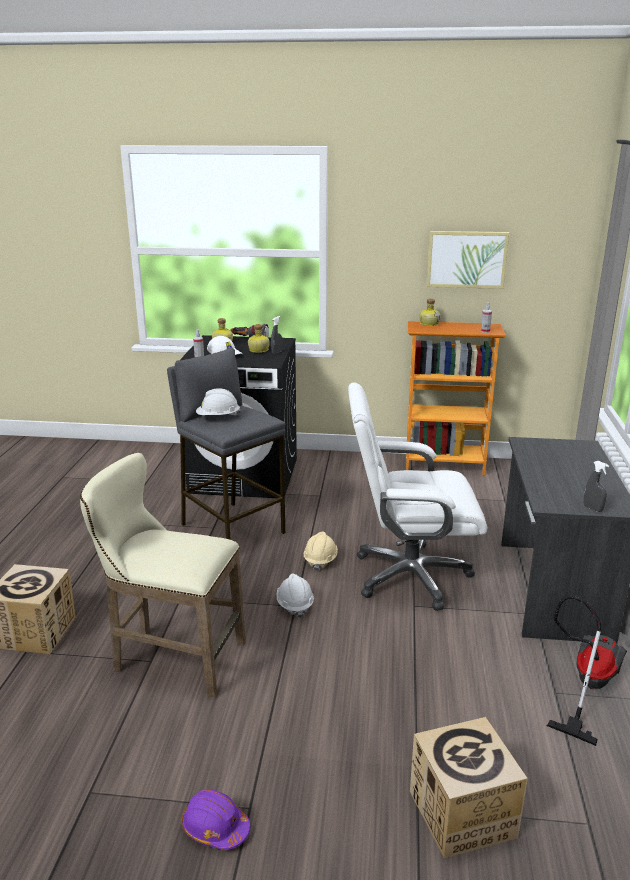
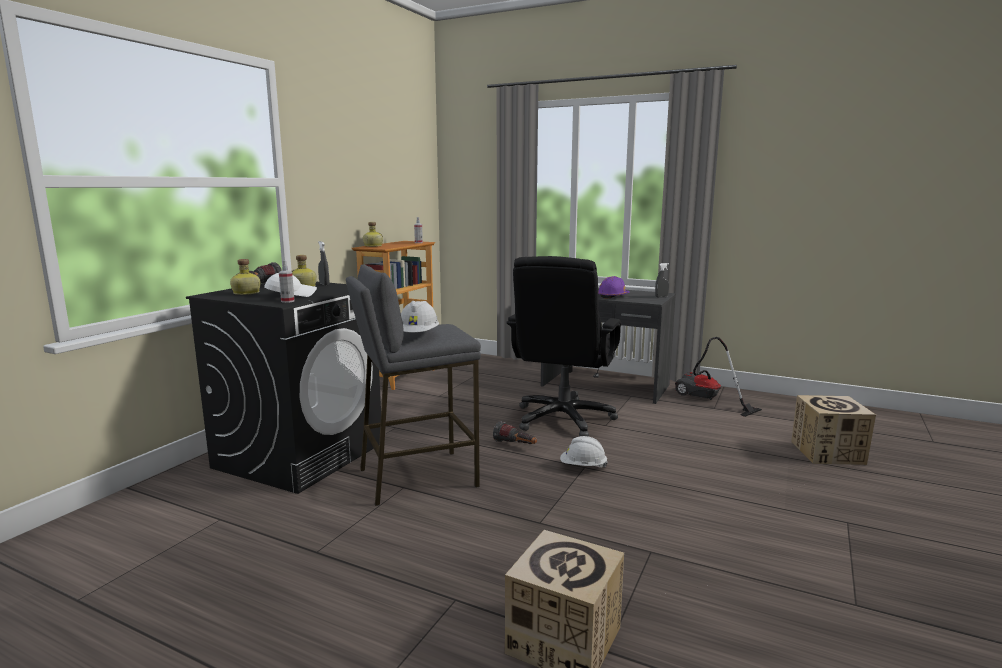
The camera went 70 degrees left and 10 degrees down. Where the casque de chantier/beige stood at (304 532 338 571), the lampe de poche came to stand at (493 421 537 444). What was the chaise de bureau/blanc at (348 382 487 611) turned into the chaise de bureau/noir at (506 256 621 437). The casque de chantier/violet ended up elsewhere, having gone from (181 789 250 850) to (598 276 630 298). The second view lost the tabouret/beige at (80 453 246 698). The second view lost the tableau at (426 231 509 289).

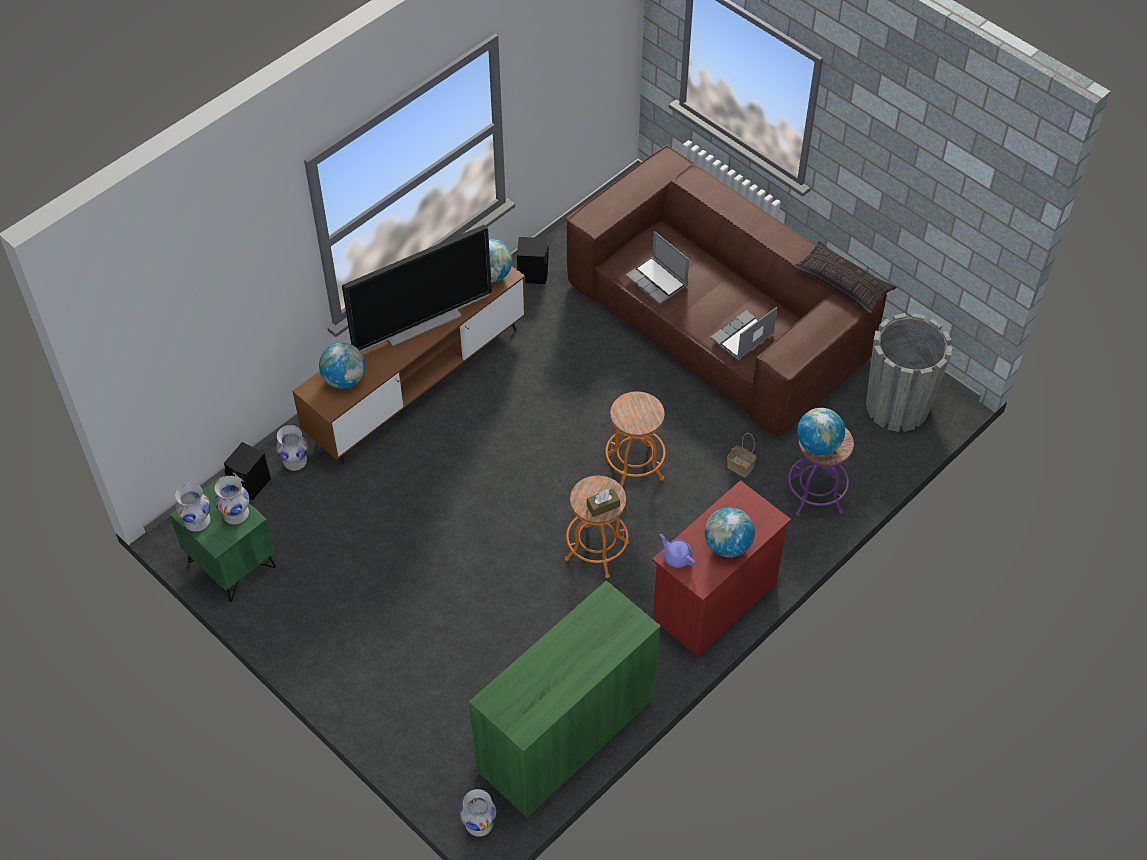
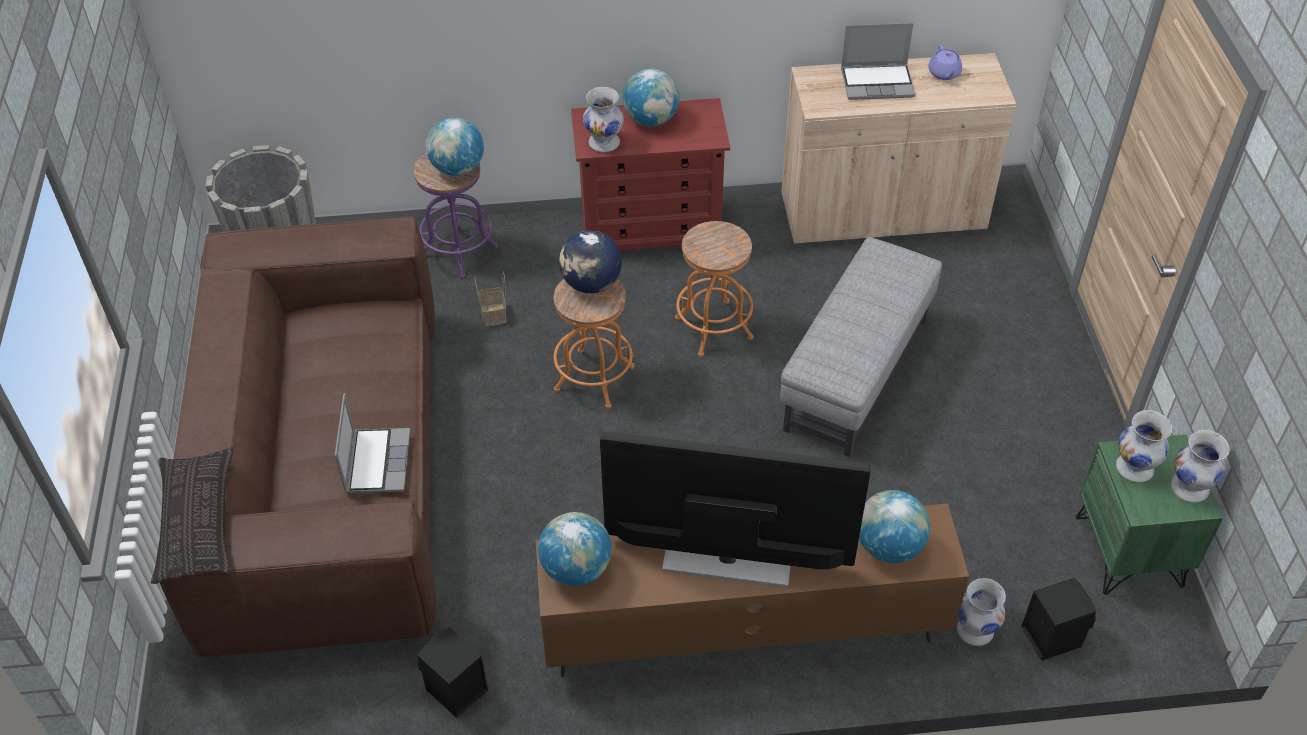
The camera went 140 degrees left and 5 degrees down. The coussin ended up elsewhere, having gone from (792 241 896 315) to (151 447 233 584). The second view gained the globe at (559 230 622 293). The vase/blanc ended up elsewhere, having gone from (460 789 496 837) to (583 87 624 152). The second view gained the pouf/gris at (780 237 942 457). What was the meuble de rangement/vert at (469 581 661 817) turned into the meuble de rangement/beige at (781 53 1016 244). The ordinateur portable ended up elsewhere, having gone from (710 307 777 360) to (841 23 915 100). The théière/violet ended up elsewhere, having gone from (660 534 695 568) to (928 45 962 80). The second view lost the boîte à mouchoirs/marron at (587 488 620 517).

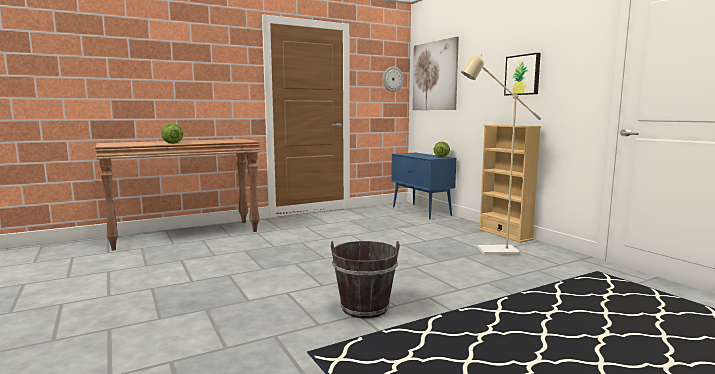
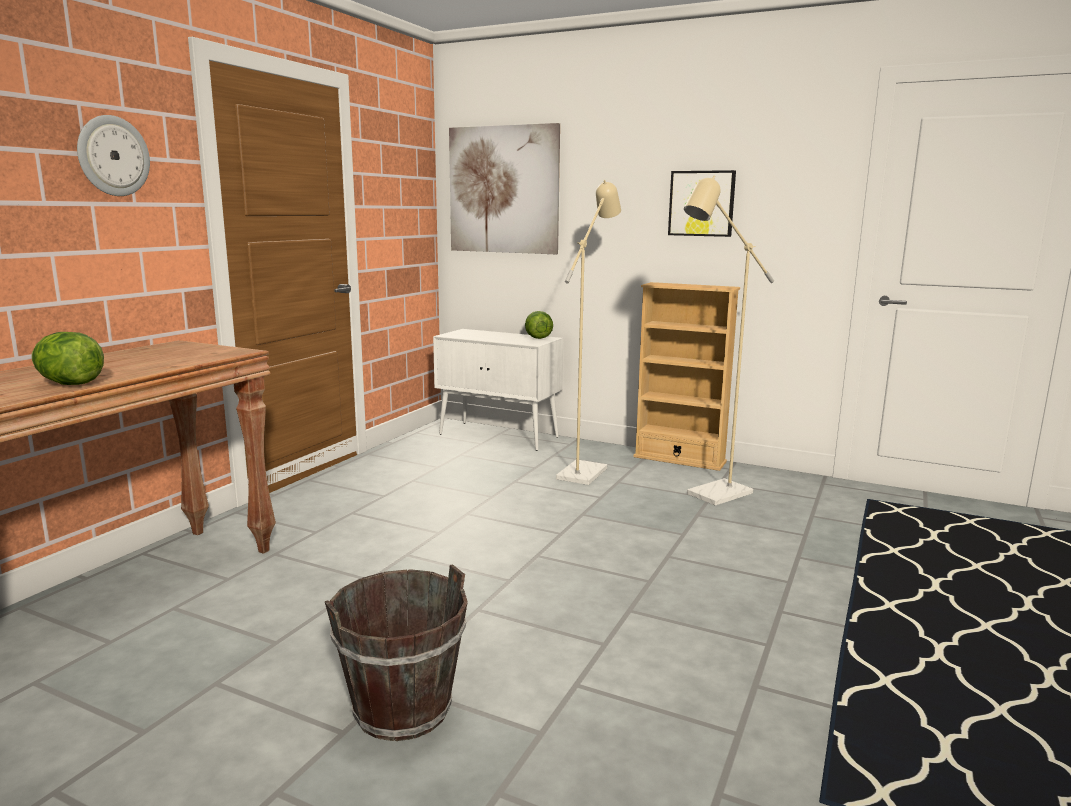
The camera went 35 degrees left and 5 degrees up. The horloge murale ended up elsewhere, having gone from (383 67 404 92) to (77 115 150 196). The seau/marron ended up elsewhere, having gone from (331 241 400 319) to (325 564 468 741). What was the meuble de rangement/bleu at (391 153 456 220) turned into the meuble de rangement/blanc at (433 329 563 451). The second view gained the lampadaire/beige at (556 180 621 485).

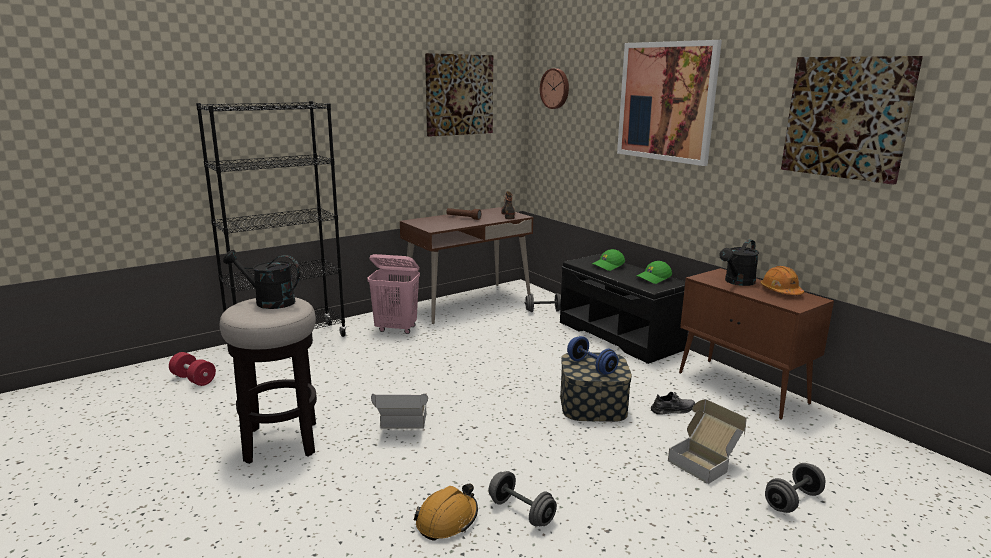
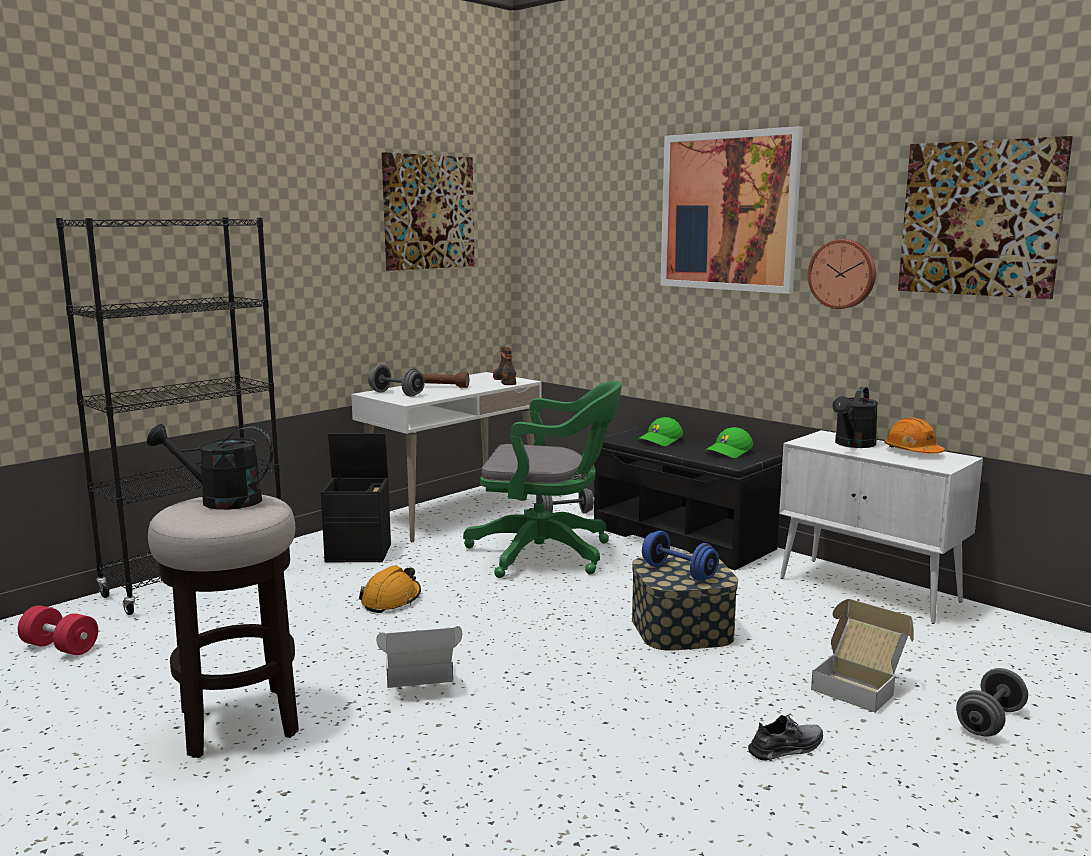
The camera went 10 degrees left and 5 degrees down. Where the panier à linge/rose stood at (367 254 420 334), the boîte de rangement/noir came to stand at (321 433 391 562). What was the bureau/marron at (400 207 533 324) turned into the bureau/blanc at (351 372 542 542). The casque de chantier/orange ended up elsewhere, having gone from (414 483 478 541) to (359 566 421 613). The haltère/gris ended up elsewhere, having gone from (489 471 557 526) to (368 365 425 397). The second view gained the chaise de bureau/vert at (463 381 622 578). The chaussure/gris ended up elsewhere, having gone from (651 392 695 415) to (748 715 823 761). What was the meuble de rangement/marron at (679 268 834 420) turned into the meuble de rangement/blanc at (779 430 983 624). The horloge murale ended up elsewhere, having gone from (540 68 569 109) to (808 239 876 309).

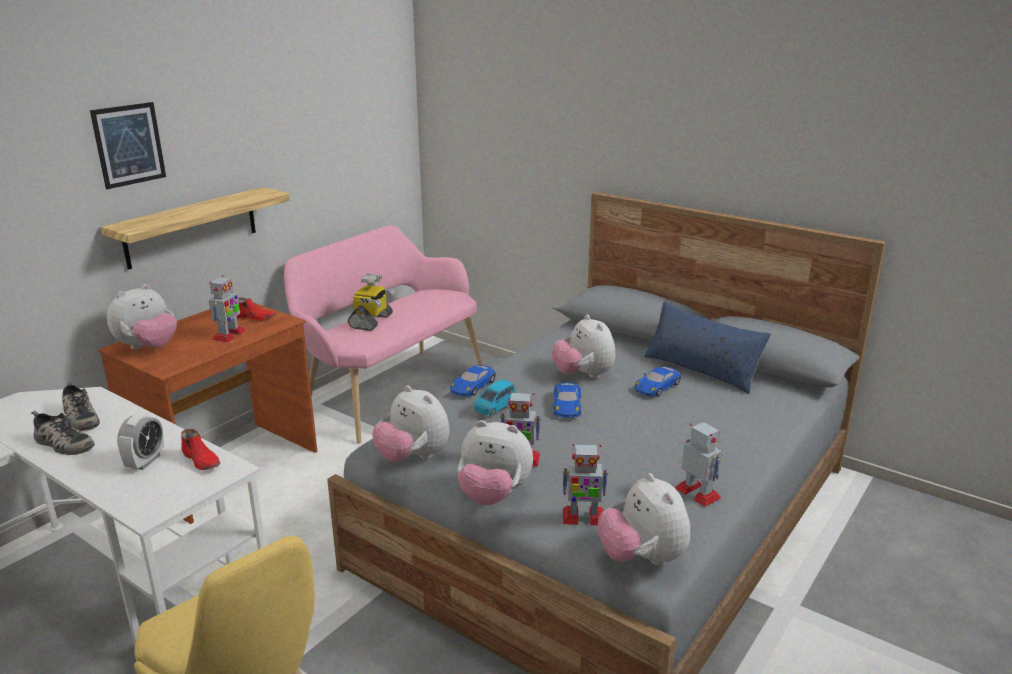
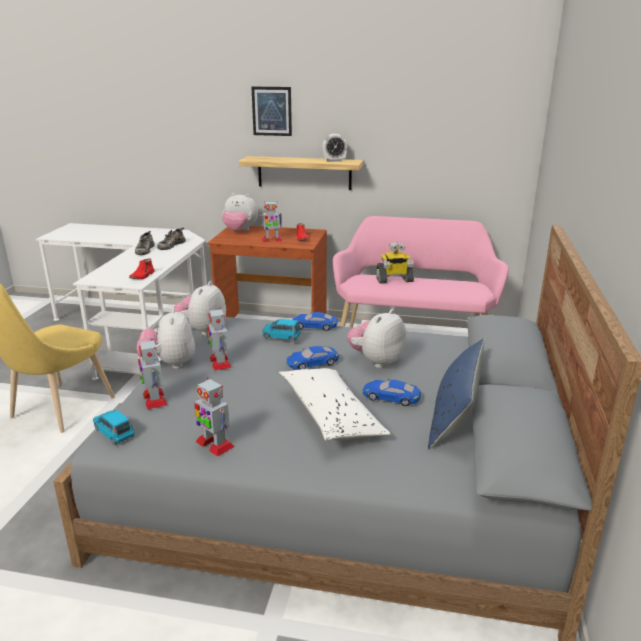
The camera went 65 degrees right and 0 degrees up. Where the peluche stood at (597 473 690 566), the petite voiture/bleu came to stand at (93 410 134 445). The robot jouet at (675 422 723 507) ended up facing another way, 105 degrees clockwise from before. The second view gained the coussin/blanc at (279 368 391 441). The réveil ended up elsewhere, having gone from (117 413 164 470) to (323 134 347 162).

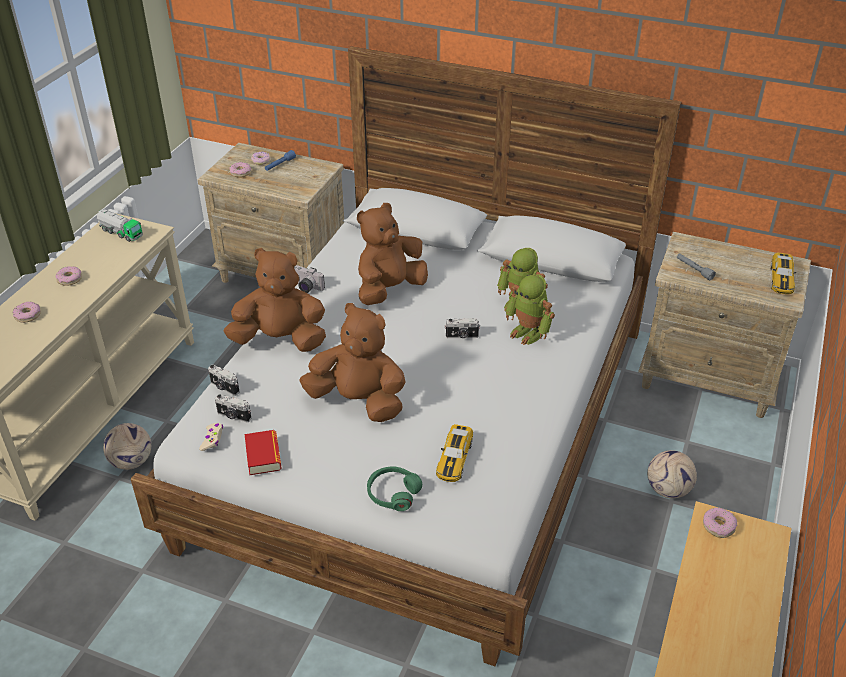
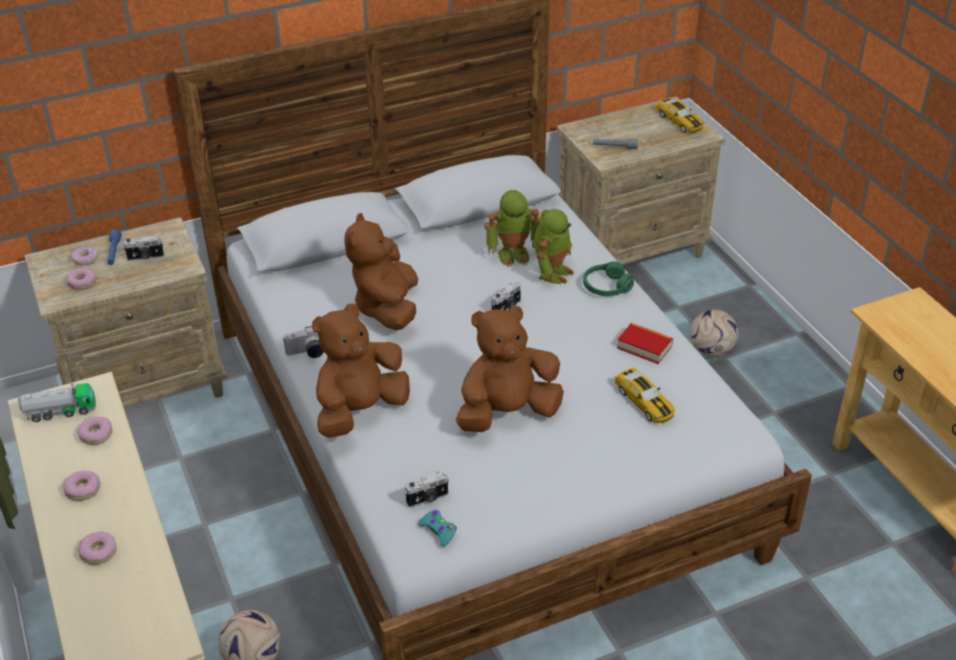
The camera went 45 degrees left and 0 degrees up. The beignet ended up elsewhere, having gone from (703 507 737 538) to (77 417 112 445). The appareil photo ended up elsewhere, having gone from (208 364 240 396) to (123 236 164 261). What was the manette/beige at (199 423 223 451) turned into the manette/turquoise at (418 510 457 547). The robot jouet at (505 274 555 345) ended up facing another way, 60 degrees counterclockwise from before. The casque audio/vert ended up elsewhere, having gone from (367 467 422 511) to (583 261 634 296). The livre ended up elsewhere, having gone from (245 430 282 475) to (617 323 673 364).

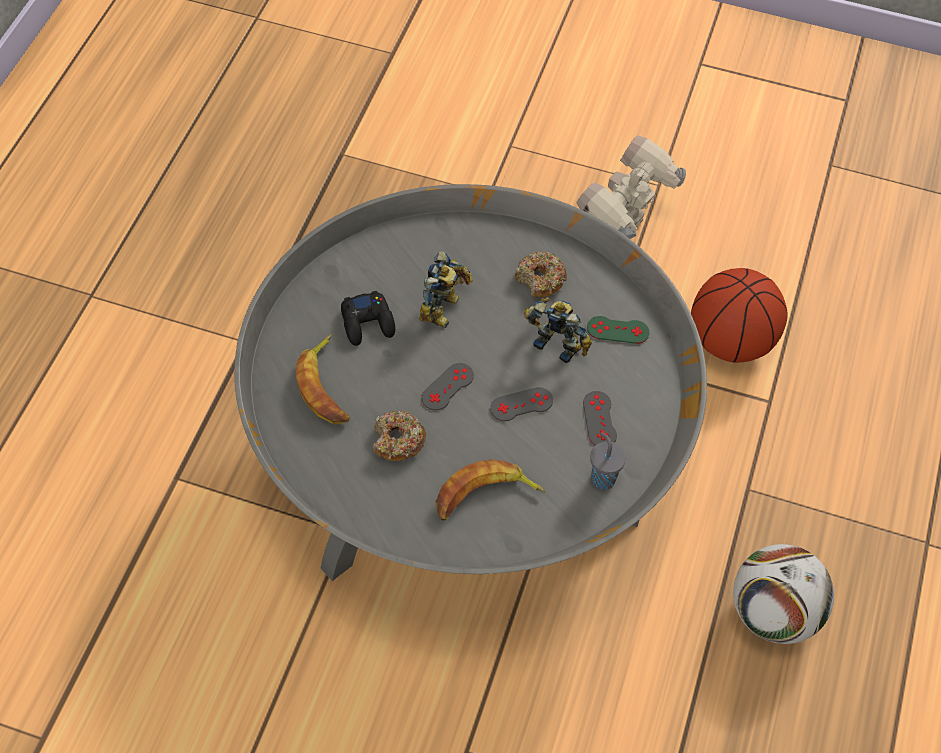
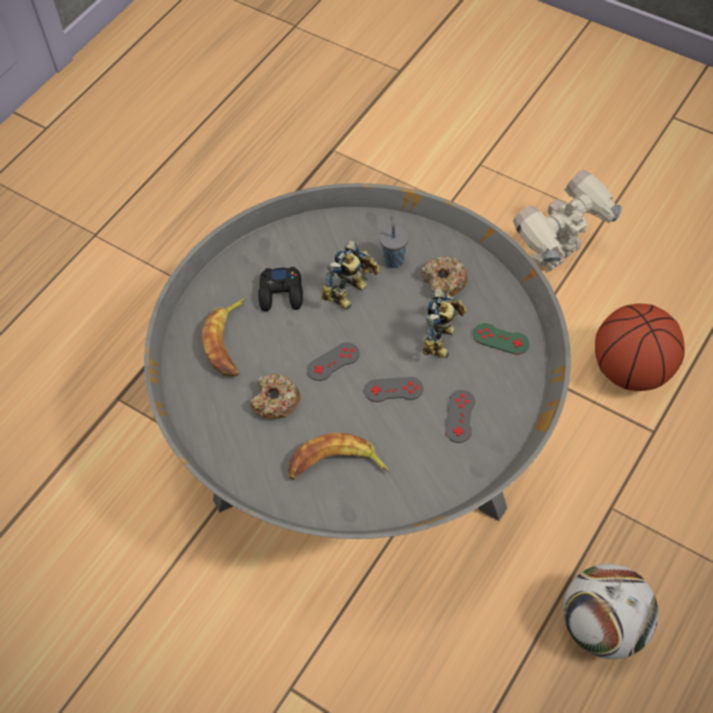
The camera went 20 degrees right and 0 degrees up. The tasse/gris ended up elsewhere, having gone from (590 432 626 489) to (379 217 408 268). The robot jouet at (524 297 592 363) ended up facing another way, 60 degrees clockwise from before.

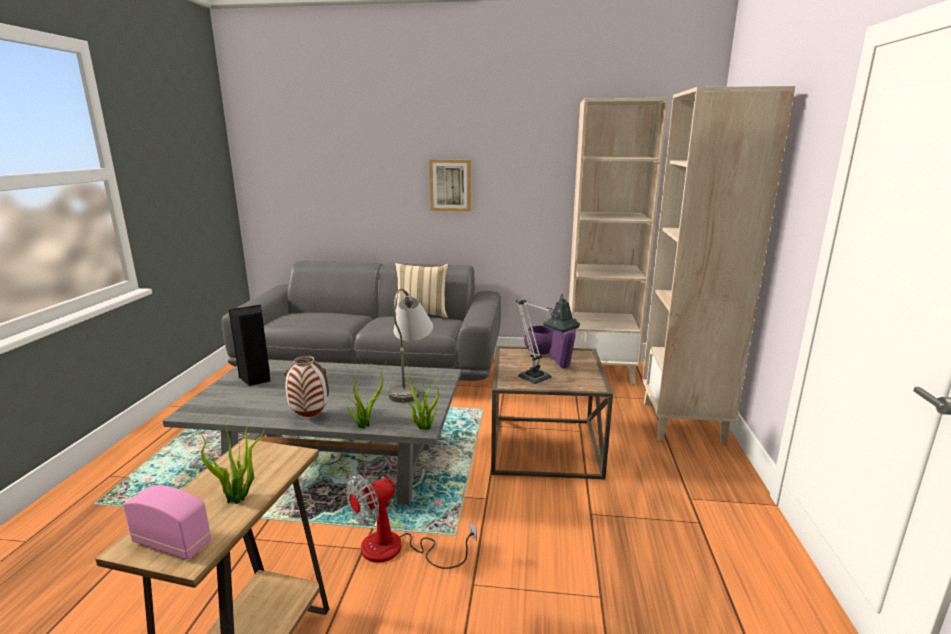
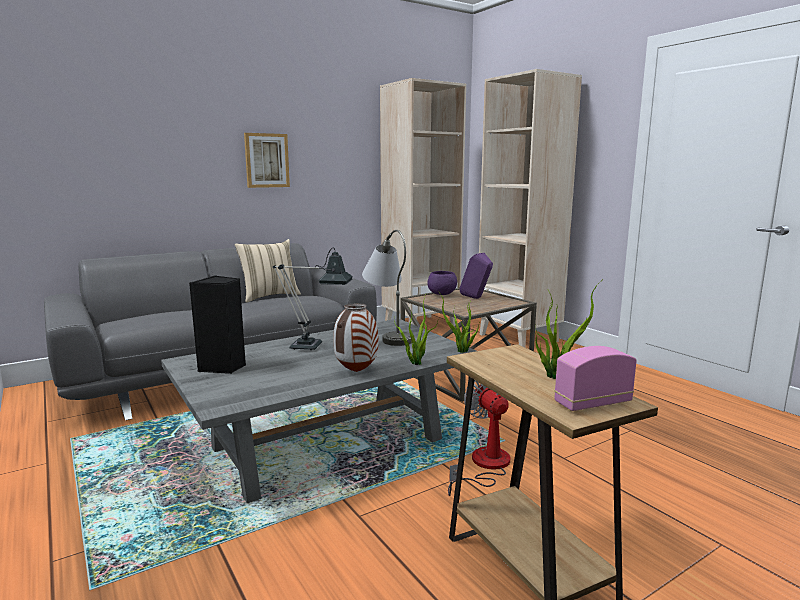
The camera went 40 degrees left and 5 degrees down. The lampe de table ended up elsewhere, having gone from (516 294 580 384) to (273 248 353 350). The ventilateur at (346 474 477 569) ended up facing another way, 150 degrees clockwise from before.

